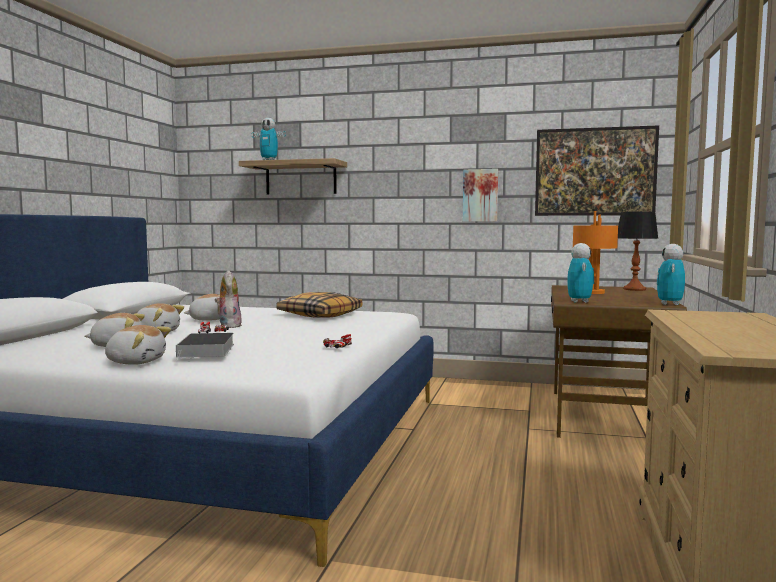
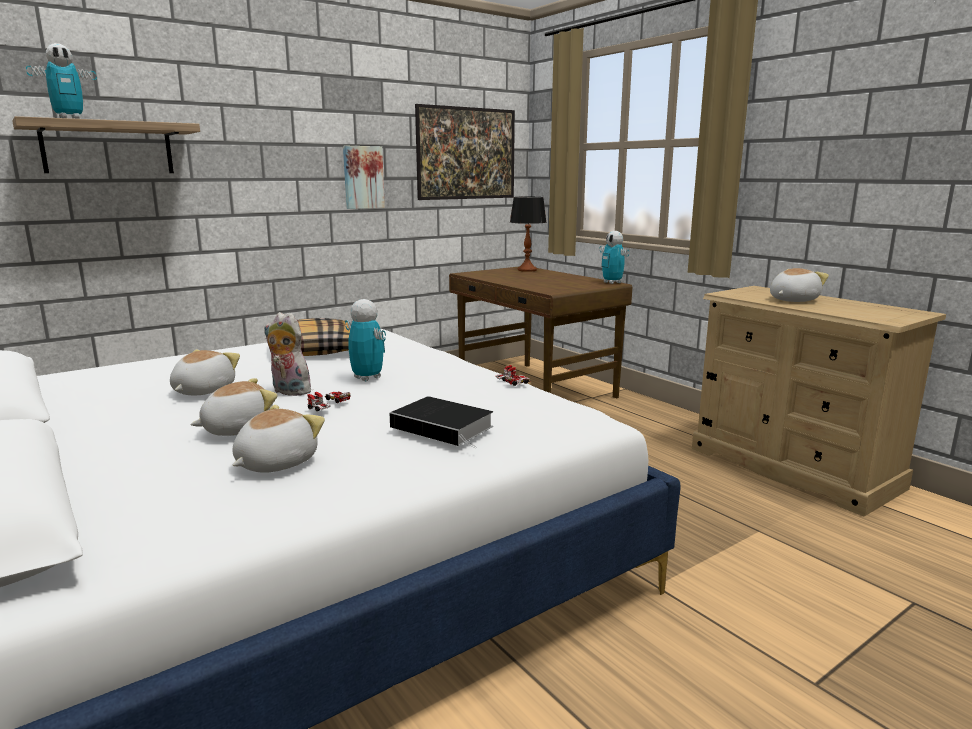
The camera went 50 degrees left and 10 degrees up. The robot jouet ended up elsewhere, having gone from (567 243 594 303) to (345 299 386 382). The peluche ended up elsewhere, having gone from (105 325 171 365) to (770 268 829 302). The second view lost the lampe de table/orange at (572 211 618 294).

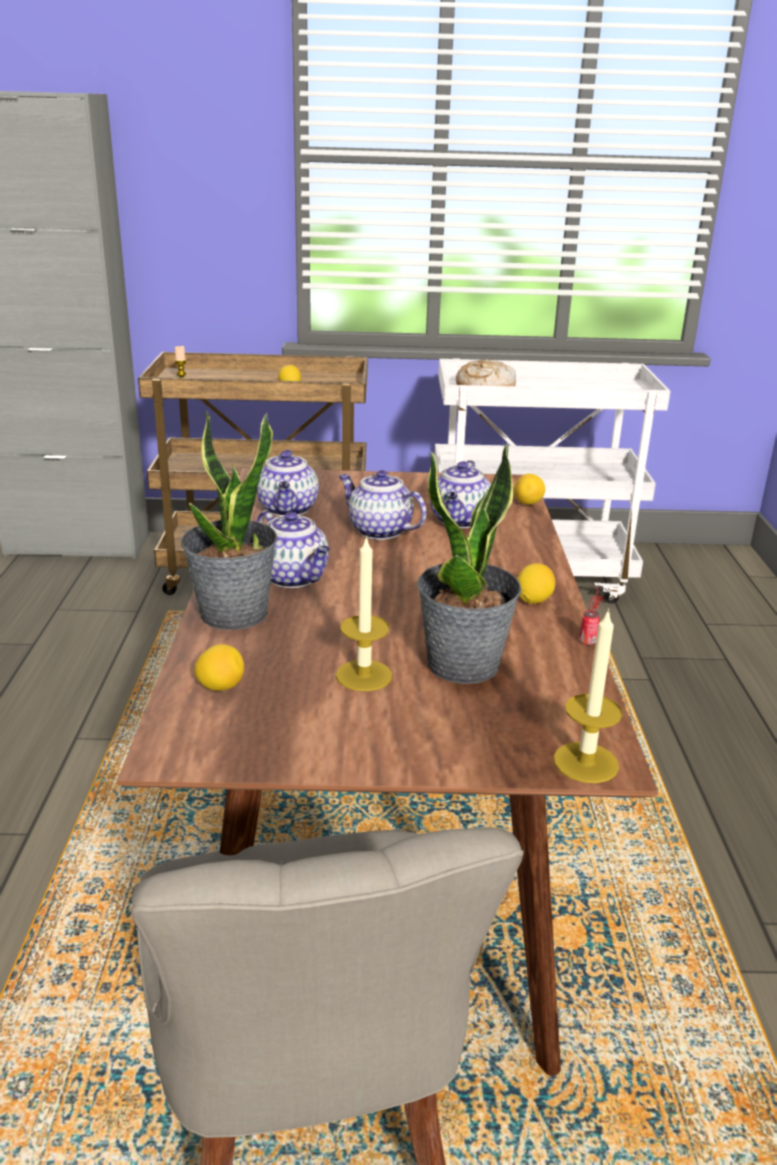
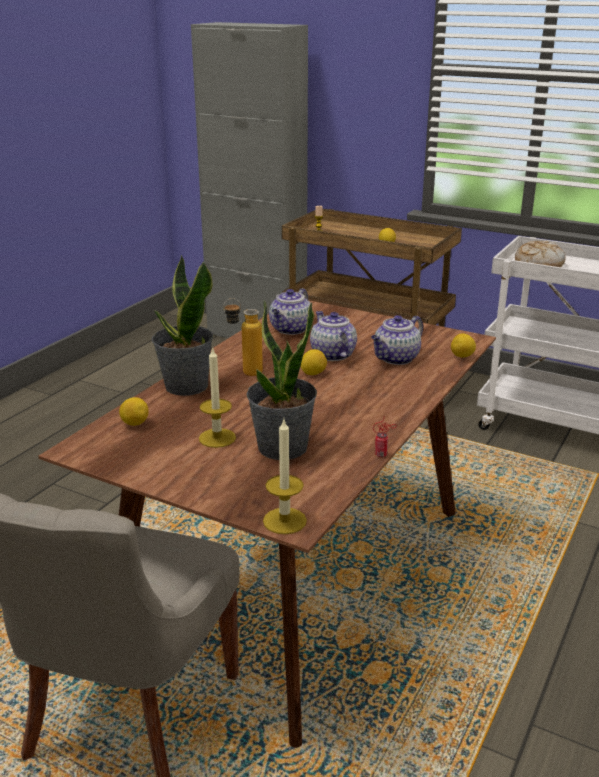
The camera went 30 degrees right and 0 degrees up. Where the théière stood at (257 510 330 588), the bouteille came to stand at (223 298 263 376). The citron ended up elsewhere, having gone from (517 563 555 604) to (300 349 327 375).

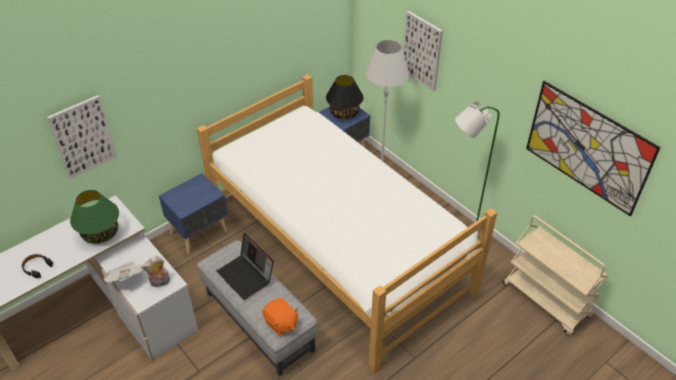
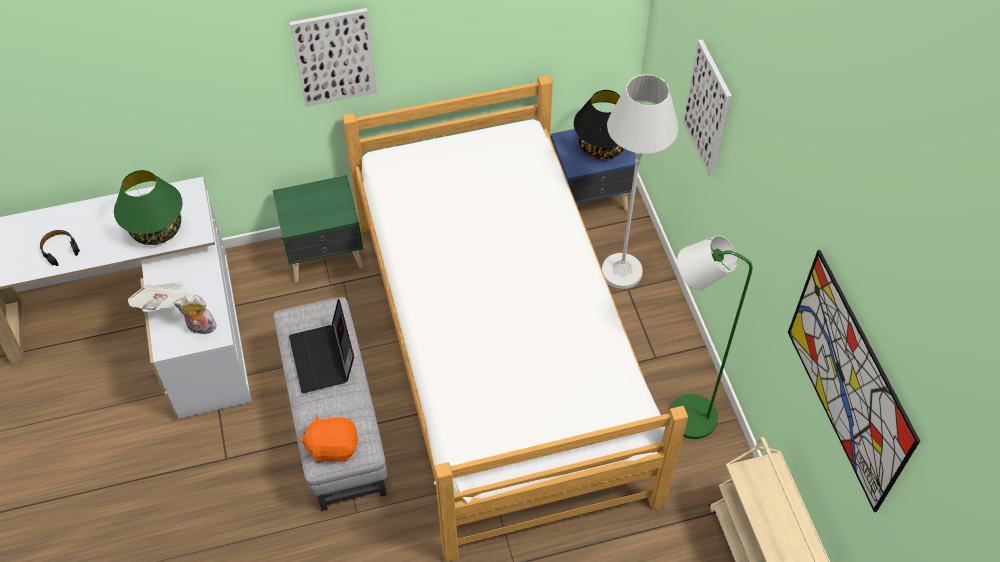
The camera went 25 degrees right and 10 degrees up. What was the table de chevet/bleu at (159 173 228 254) turned into the table de chevet/vert at (273 175 363 282). The tableau ended up elsewhere, having gone from (47 95 117 179) to (290 8 377 107). The peluche/orange at (262 298 298 336) ended up facing another way, 105 degrees clockwise from before.

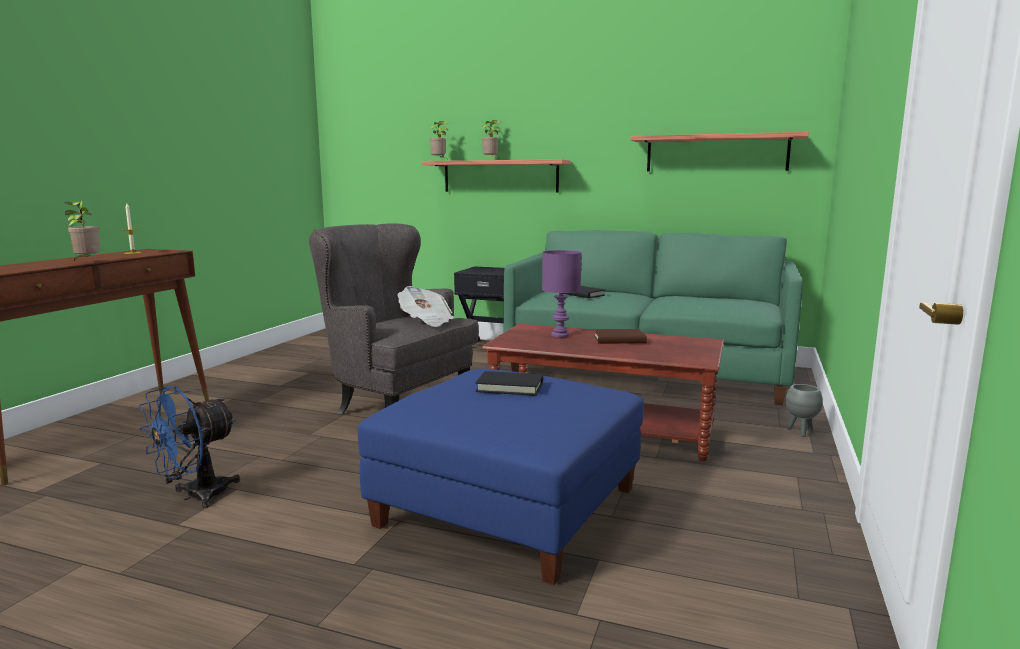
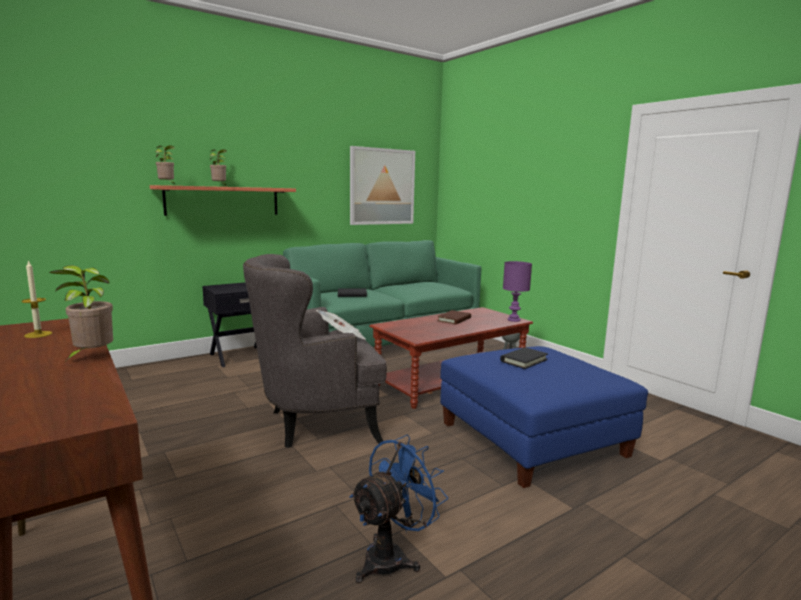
The camera went 55 degrees left and 0 degrees up. The ventilateur/bleu at (139 386 240 508) ended up facing another way, 120 degrees counterclockwise from before. Where the étagère hung at (631 132 809 171), the tableau came to hang at (350 146 415 225). The lampe de table/violet ended up elsewhere, having gone from (542 250 582 337) to (503 261 532 322).

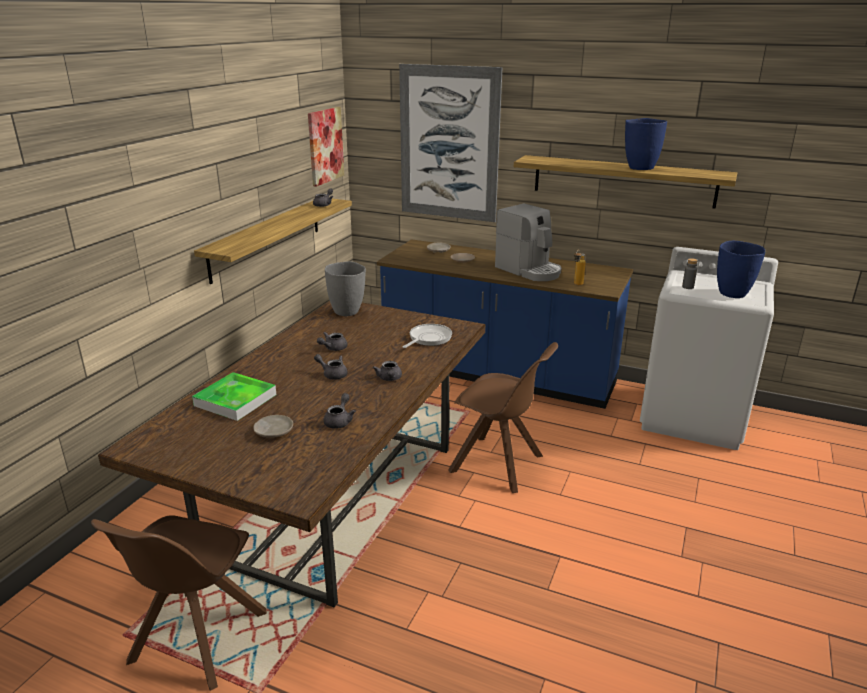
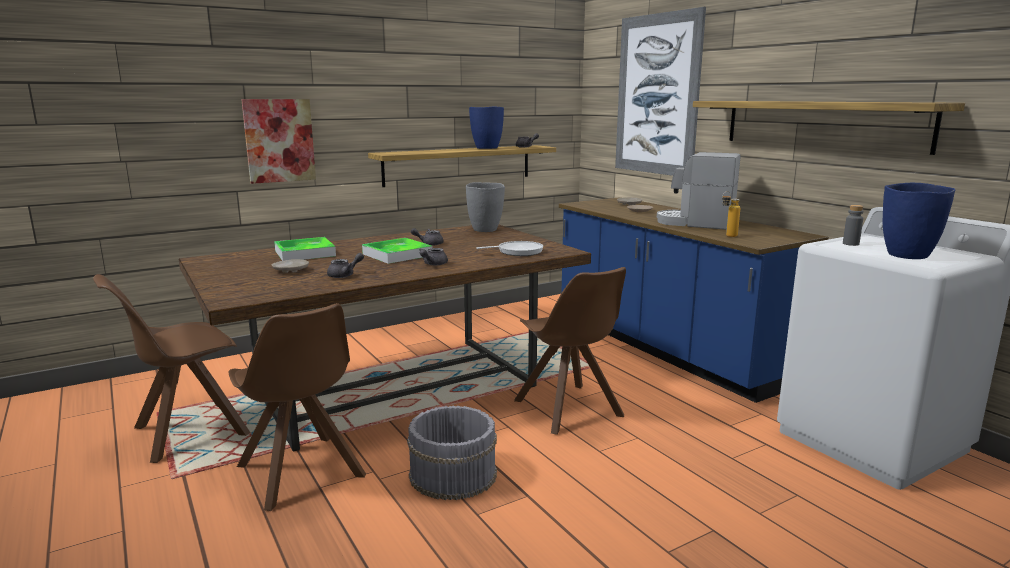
The camera went 35 degrees right and 10 degrees down. The second view gained the chaise/marron at (229 303 366 511). The tableau ended up elsewhere, having gone from (308 107 344 187) to (241 99 316 184). Where the théière/gris stood at (314 354 348 379), the plateau came to stand at (362 238 433 264). The second view gained the seau/gris at (407 406 497 500). The vase/bleu ended up elsewhere, having gone from (625 118 667 170) to (469 107 504 149). The machine à café at (495 203 561 281) ended up facing another way, 120 degrees clockwise from before.

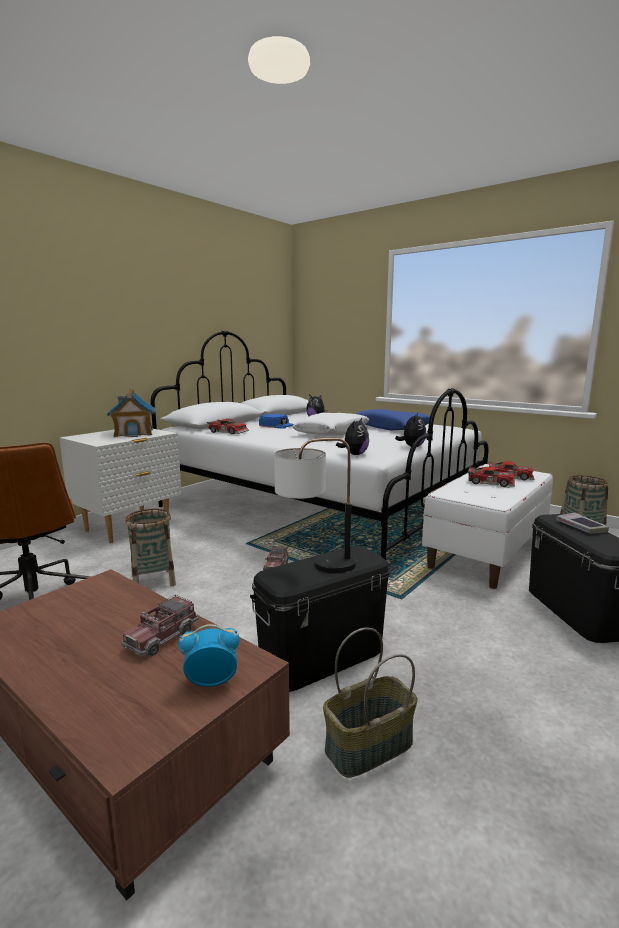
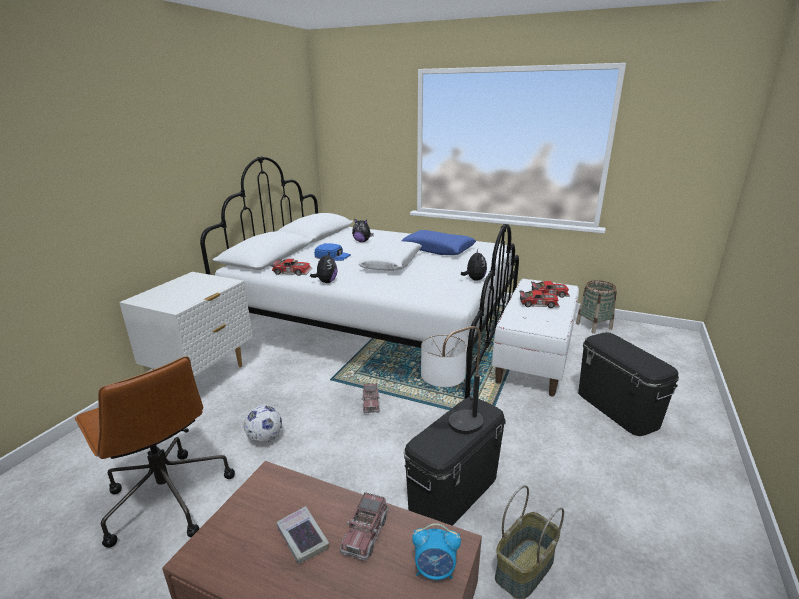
The camera went 15 degrees left and 10 degrees up. Where the panier stood at (125 509 176 586), the ballon de foot came to stand at (244 405 282 443). The livre ended up elsewhere, having gone from (556 513 609 534) to (276 506 329 564). The peluche ended up elsewhere, having gone from (336 418 369 455) to (310 251 337 283). The réveil at (178 624 240 687) ended up facing another way, 150 degrees counterclockwise from before. The second view lost the maison miniature at (106 390 155 437).

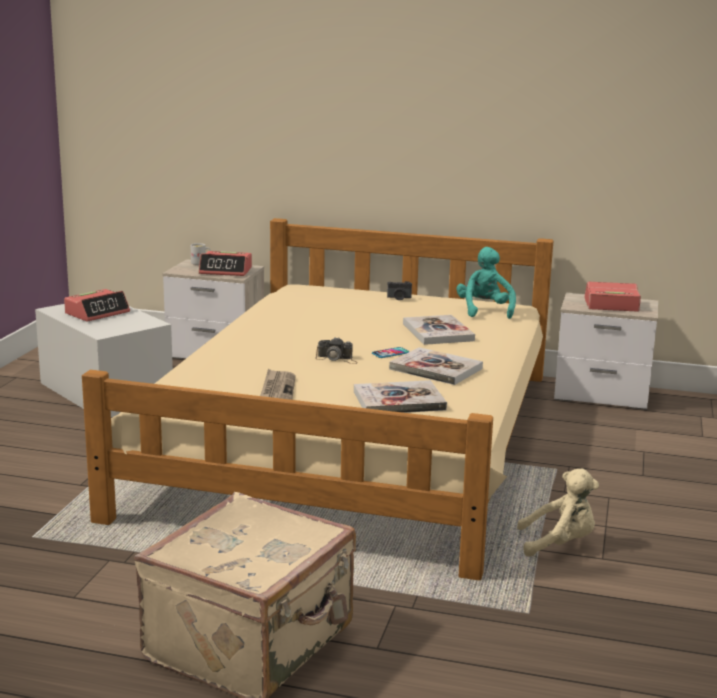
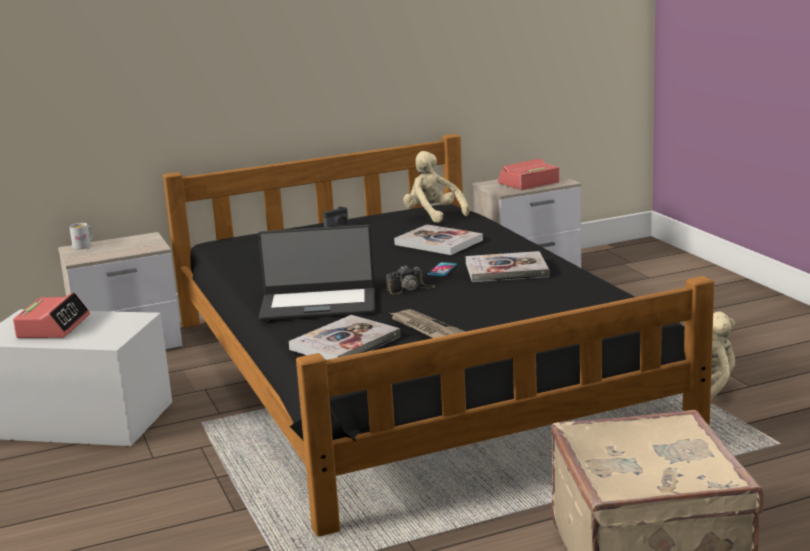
The camera went 35 degrees left and 0 degrees up. What was the lit/beige at (82 218 554 580) turned into the lit/noir at (163 134 714 537). The second view gained the ordinateur portable at (258 225 375 321). The livre ended up elsewhere, having gone from (354 380 447 413) to (289 315 400 360). What was the peluche/turquoise at (457 247 516 319) turned into the peluche/beige at (403 151 469 223). The second view lost the réveil at (199 251 252 276).

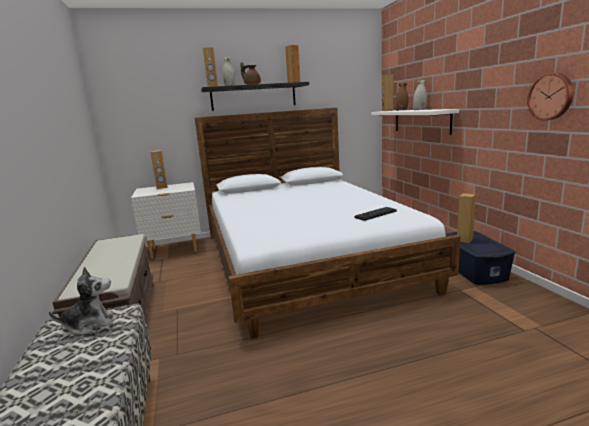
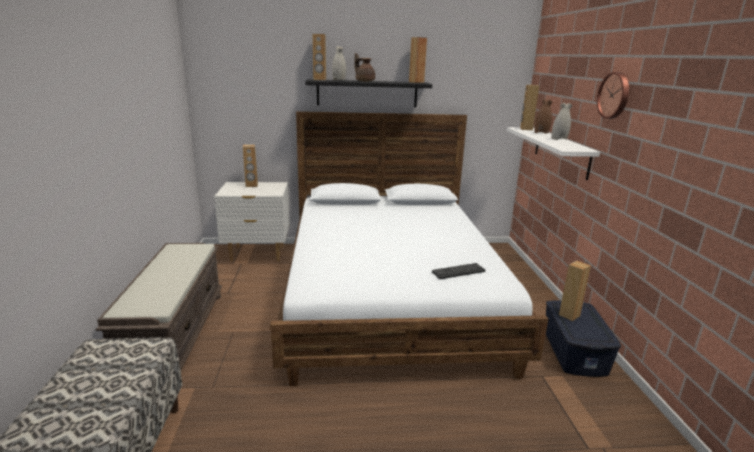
The camera went 10 degrees right and 5 degrees up. The horloge murale ended up elsewhere, having gone from (527 73 573 120) to (597 72 629 119). The second view lost the peluche at (49 267 113 335).

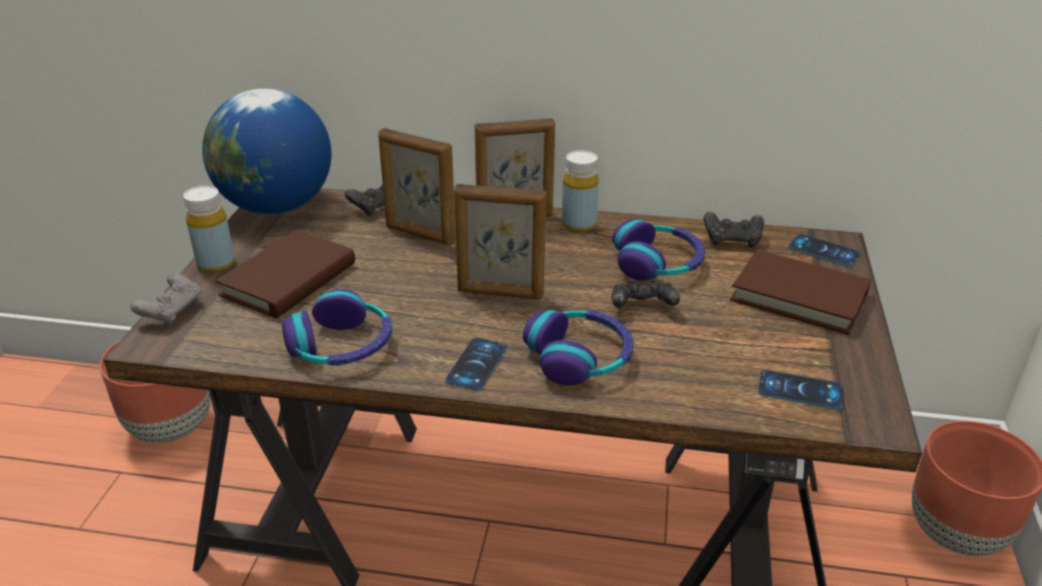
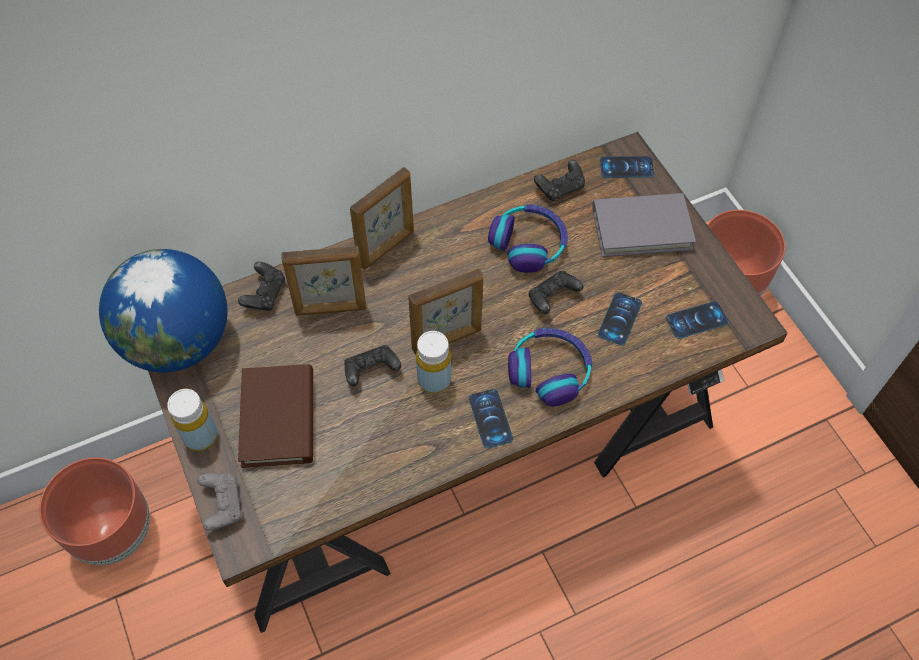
The camera went 35 degrees left and 25 degrees up. The second view gained the manette/noir at (344 345 401 386). The bouteille/jaune ended up elsewhere, having gone from (562 150 599 232) to (416 331 451 394). What was the livre/marron at (730 250 871 335) turned into the livre/gris at (592 193 696 257). The second view gained the téléphone at (598 292 642 346). The second view lost the casque audio at (282 289 392 366).

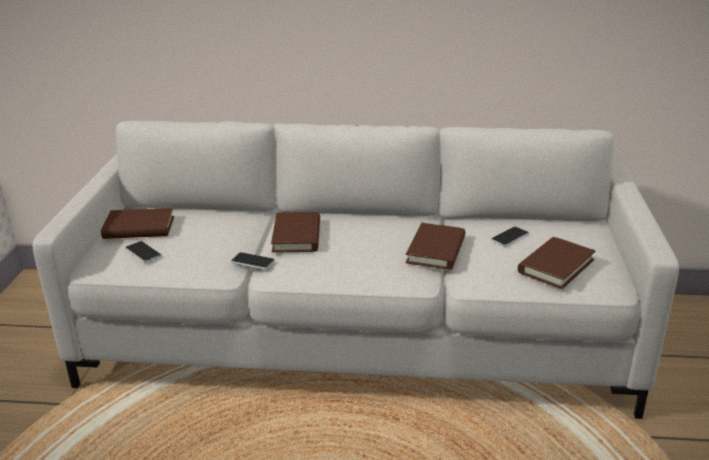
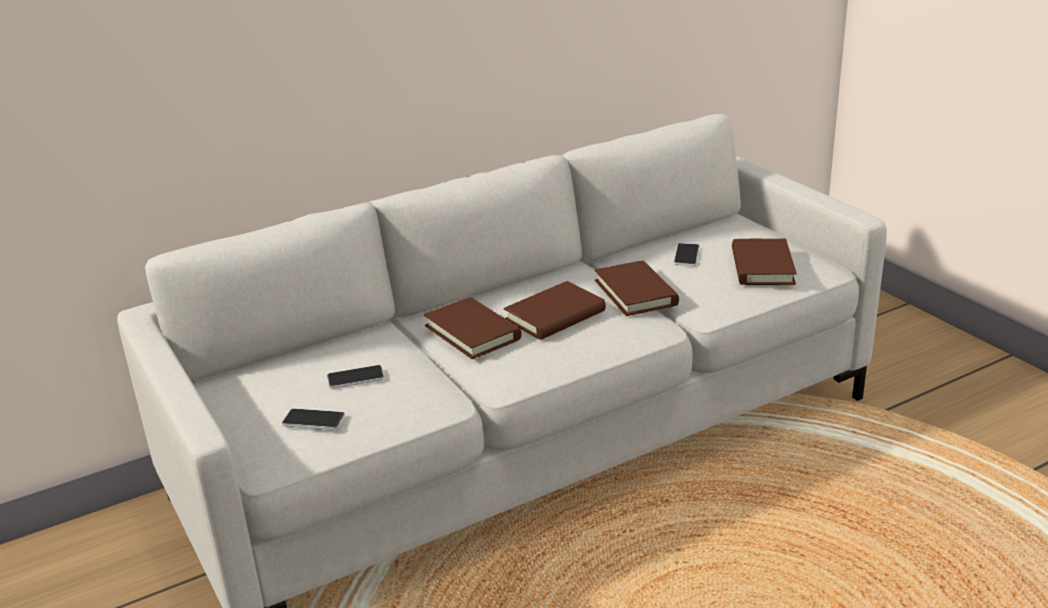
The camera went 35 degrees left and 0 degrees up. The téléphone ended up elsewhere, having gone from (231 252 275 270) to (327 365 384 389). The livre/marron ended up elsewhere, having gone from (101 208 174 239) to (504 281 606 340).

